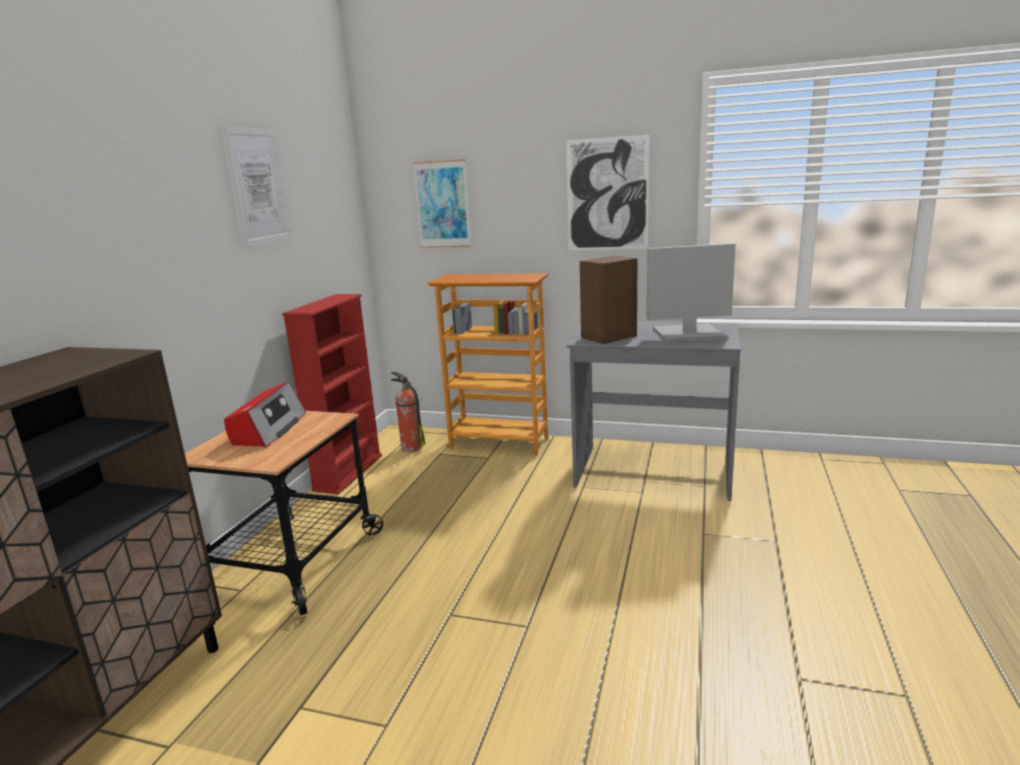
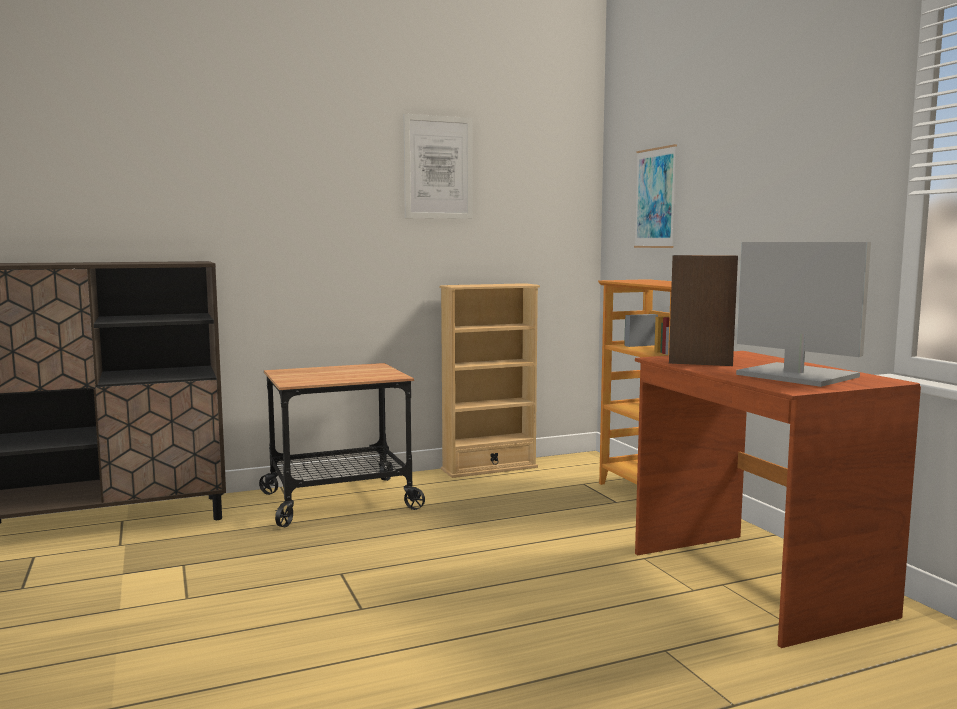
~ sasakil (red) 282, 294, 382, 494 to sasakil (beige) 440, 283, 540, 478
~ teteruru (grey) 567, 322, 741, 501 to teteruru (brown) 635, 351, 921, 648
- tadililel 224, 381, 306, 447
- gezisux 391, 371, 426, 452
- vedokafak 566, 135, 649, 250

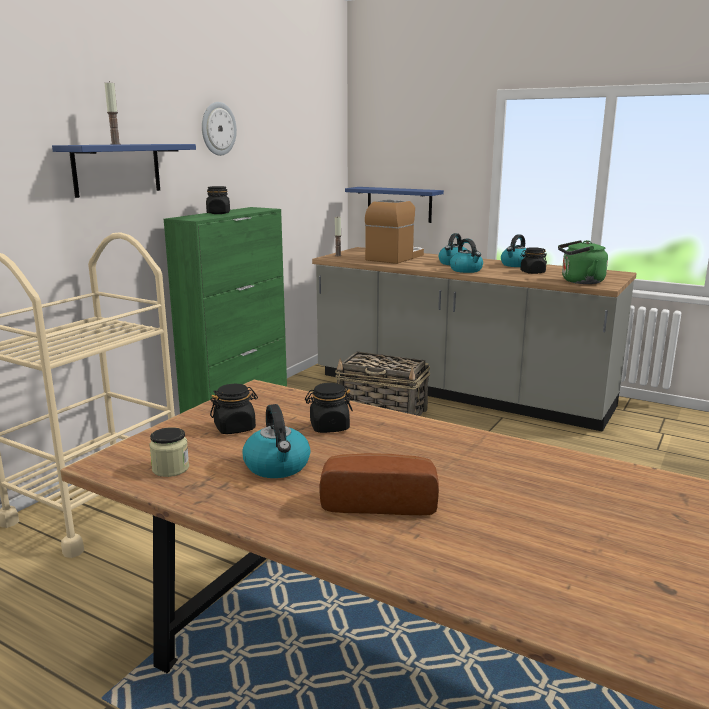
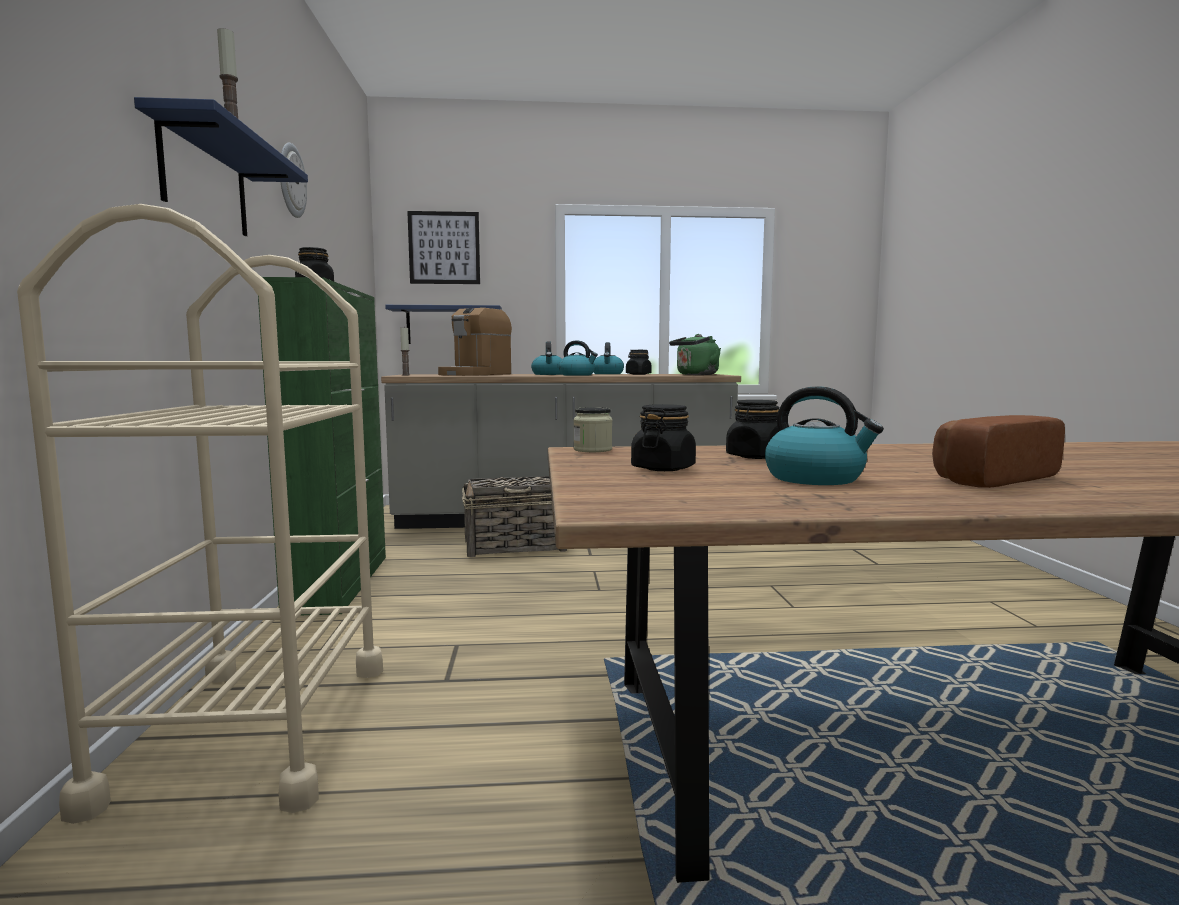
+ vedokafak 407, 211, 480, 284
~ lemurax 365, 199, 424, 264 = 438, 307, 512, 376 150 degrees counterclockwise
~ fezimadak 150, 427, 189, 477 to 573, 407, 612, 452

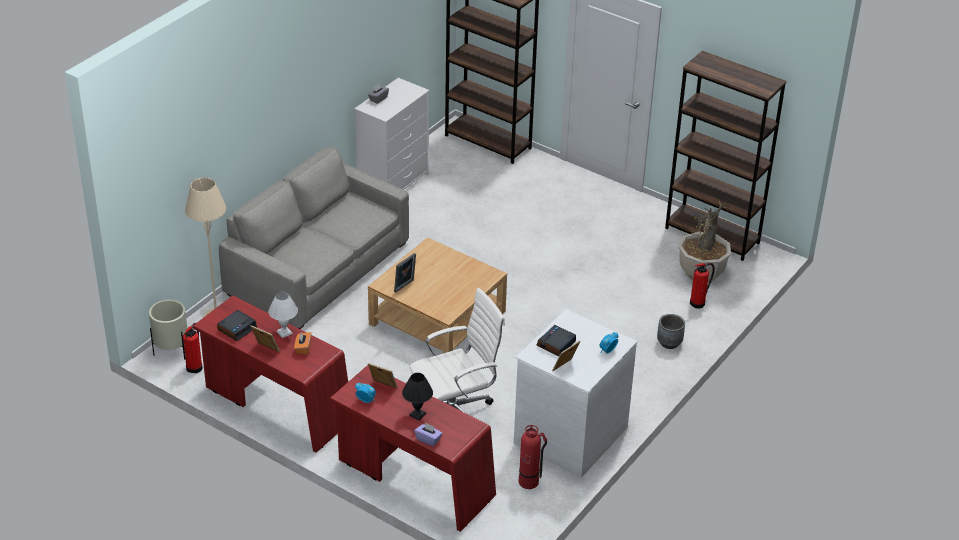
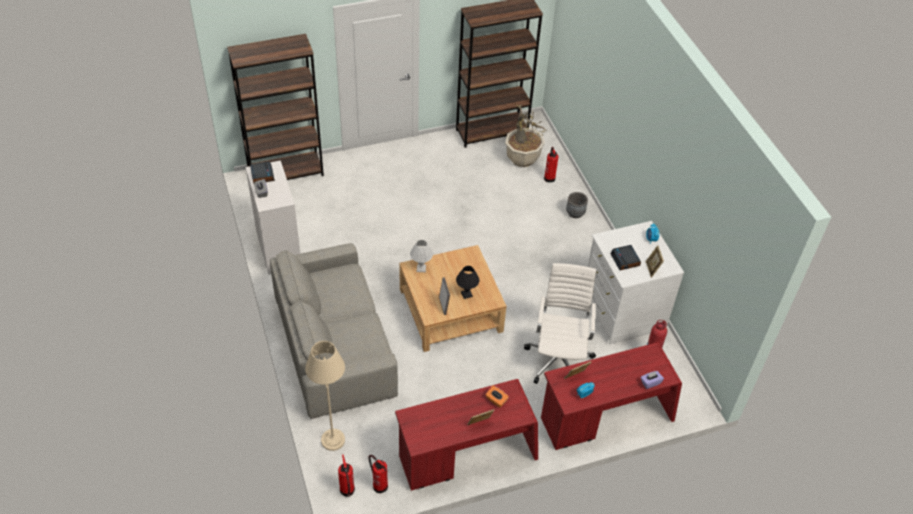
~ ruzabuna 217, 310, 257, 341 to 250, 162, 275, 184
~ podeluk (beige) 149, 300, 187, 359 to gezisux 338, 454, 355, 497
~ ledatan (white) 268, 292, 298, 338 to 410, 240, 433, 272
~ ledatan (black) 402, 373, 433, 421 to 456, 266, 479, 299

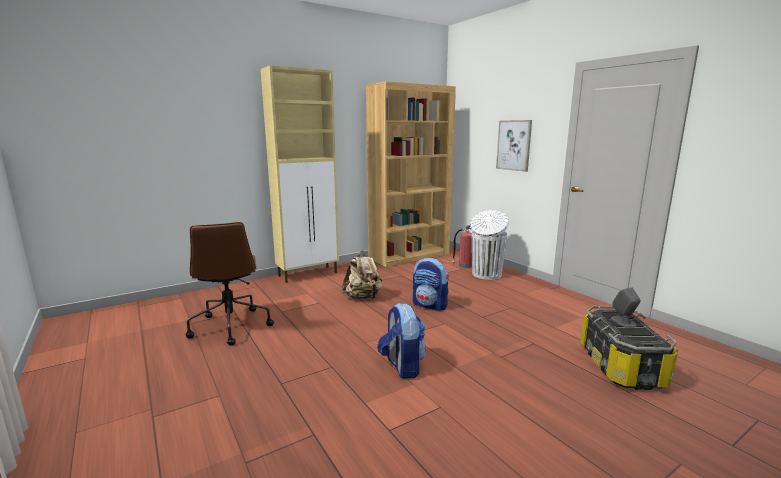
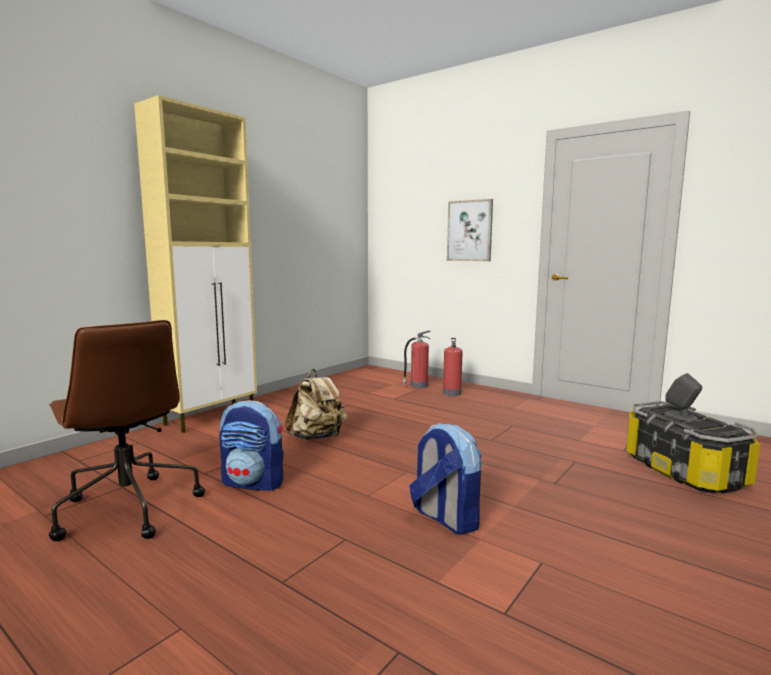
~ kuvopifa 413, 258, 449, 311 to 219, 400, 284, 492
~ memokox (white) 470, 210, 509, 280 to gezisux 443, 338, 463, 396
- sasakil (brown) 366, 81, 456, 267

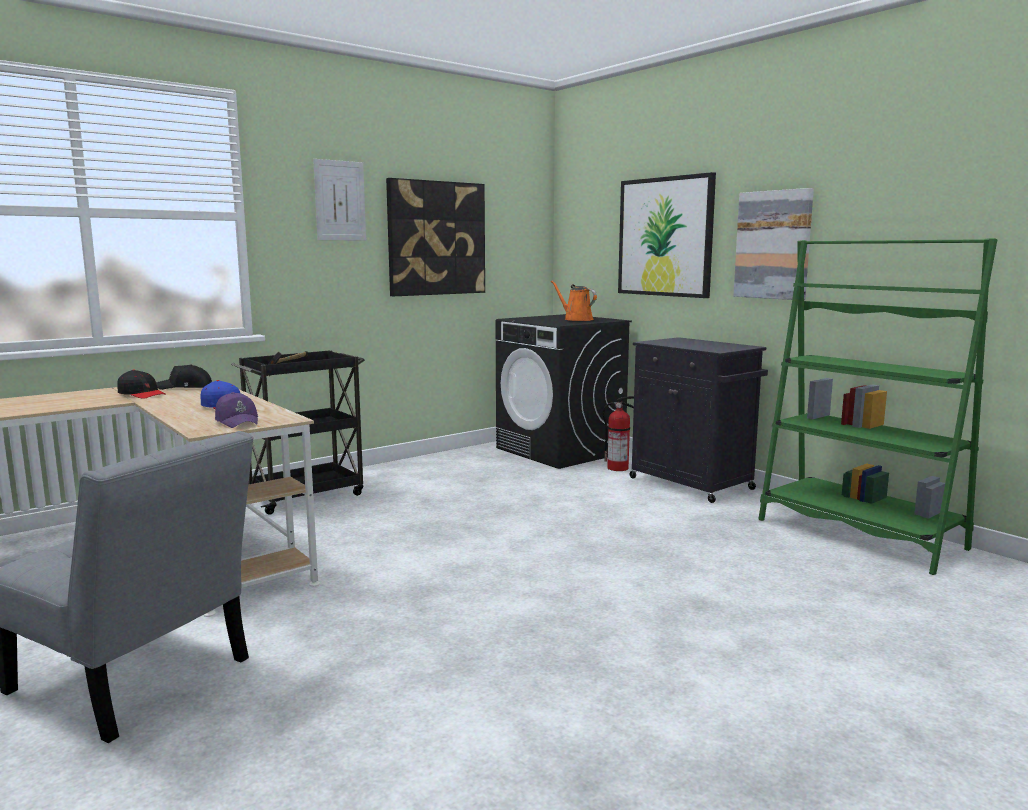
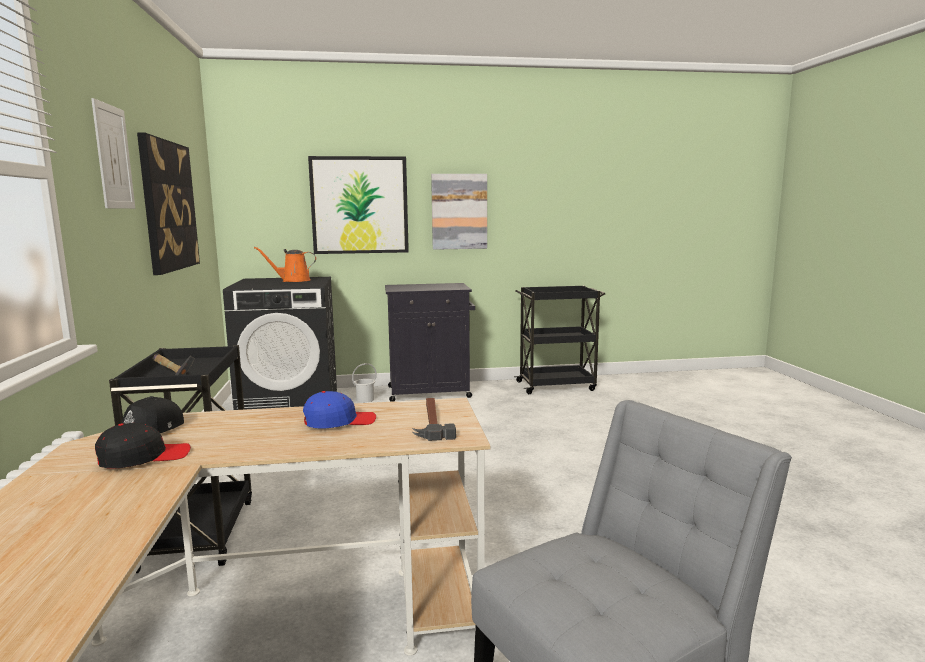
~ gezisux 603, 396, 634, 471 to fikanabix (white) 352, 363, 377, 403
~ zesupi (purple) 215, 392, 258, 428 to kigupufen 412, 398, 456, 441
~ sasakil (green) 758, 238, 997, 575 to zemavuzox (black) 514, 286, 605, 394

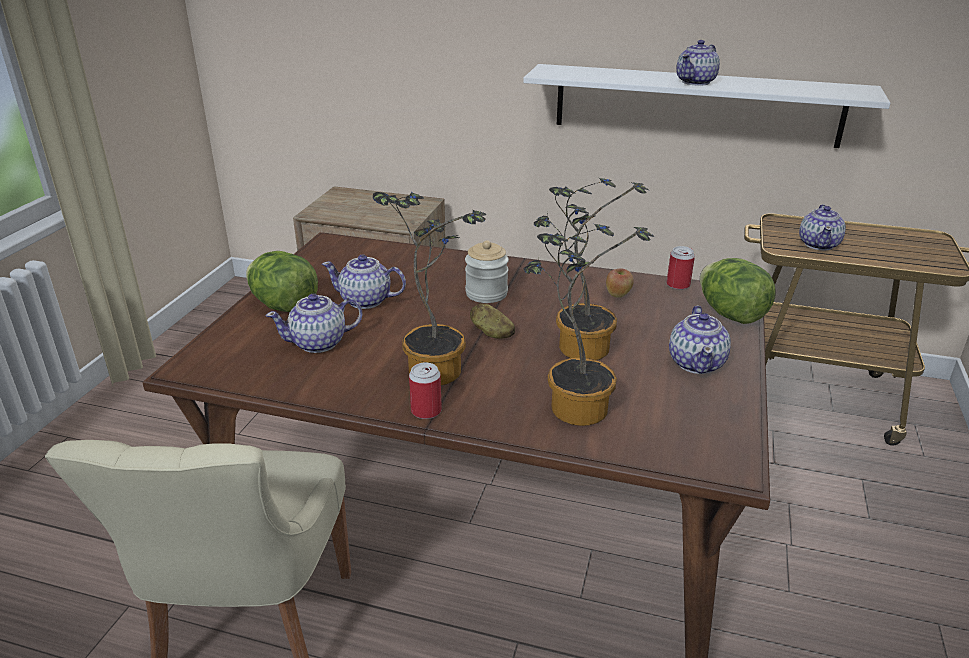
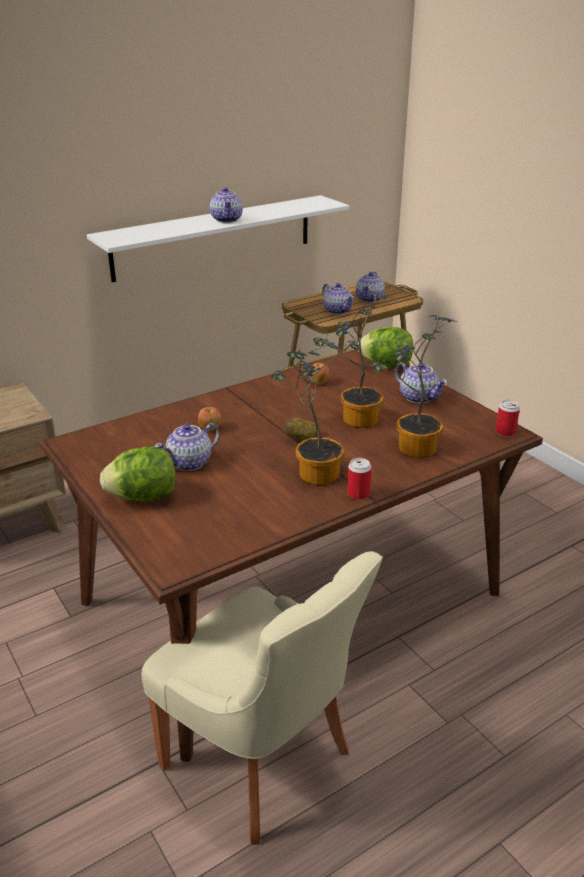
+ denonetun 198, 407, 221, 431
~ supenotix 265, 294, 363, 353 to 356, 272, 385, 302
~ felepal 667, 246, 695, 290 to 495, 400, 520, 437
- fezimadak 465, 240, 509, 303

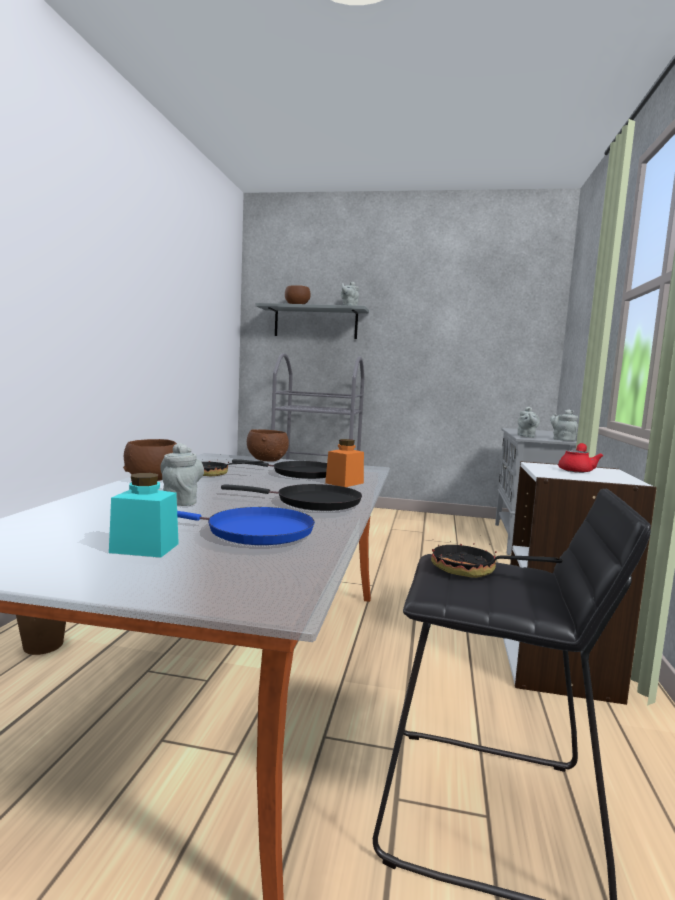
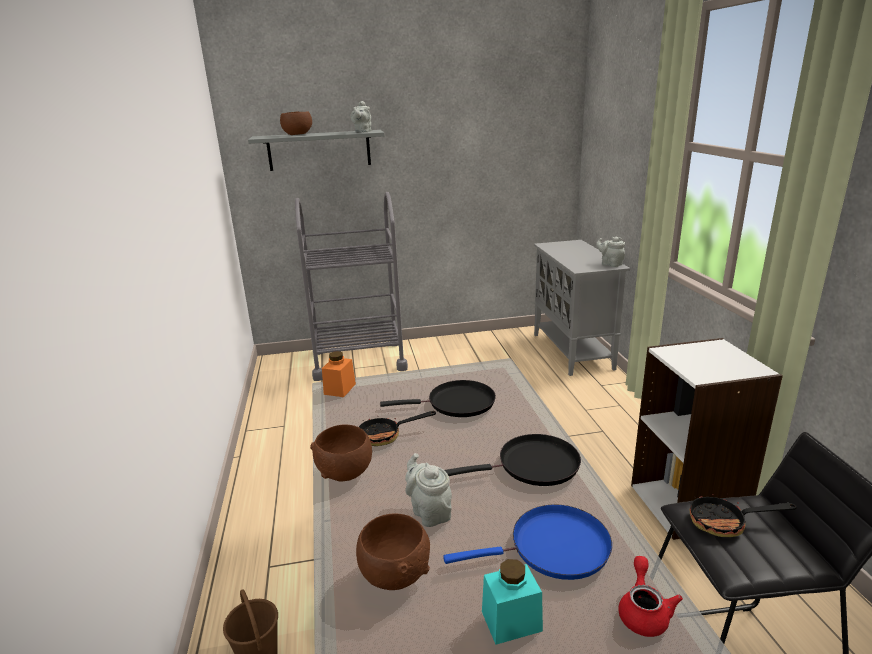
~ fezimadak (orange) 325, 439, 364, 487 to 322, 351, 356, 397
~ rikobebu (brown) 247, 429, 289, 462 to 356, 514, 430, 590
~ supenotix (red) 558, 443, 603, 473 to 618, 556, 683, 637
- supenotix (grey) 517, 407, 540, 438

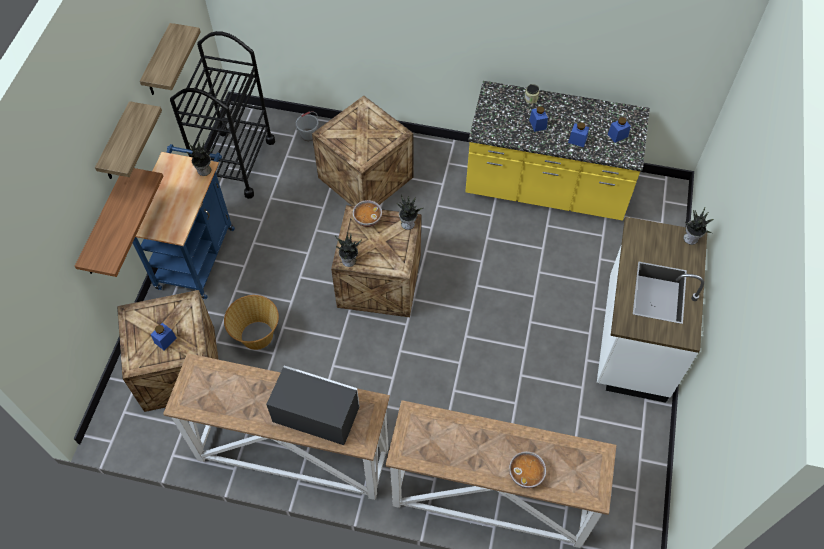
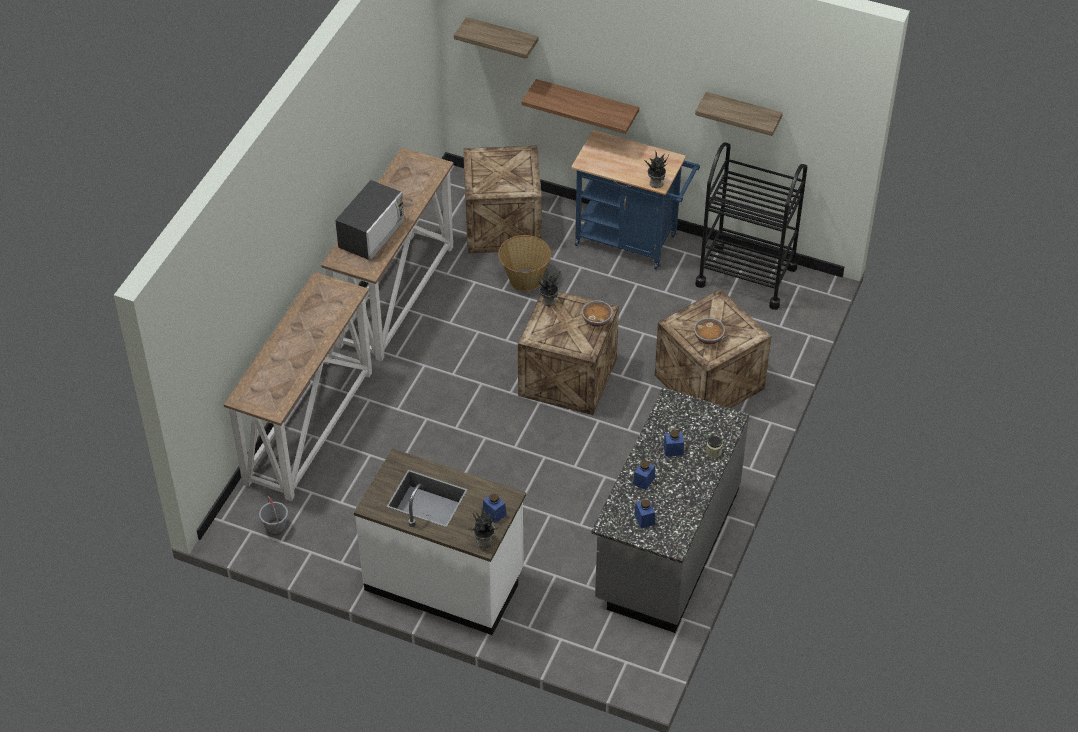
~ fikanabix (grey) 296, 111, 319, 141 to 259, 496, 288, 535
~ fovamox 95, 101, 162, 179 to 454, 17, 538, 59
~ fezimadak (blue) 151, 323, 177, 350 to 483, 493, 506, 523
~ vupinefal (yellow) 465, 81, 650, 221 to vupinefal (grey) 591, 388, 749, 633
~ rikobebu 509, 451, 546, 488 to 694, 318, 725, 344
- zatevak 397, 195, 425, 230

